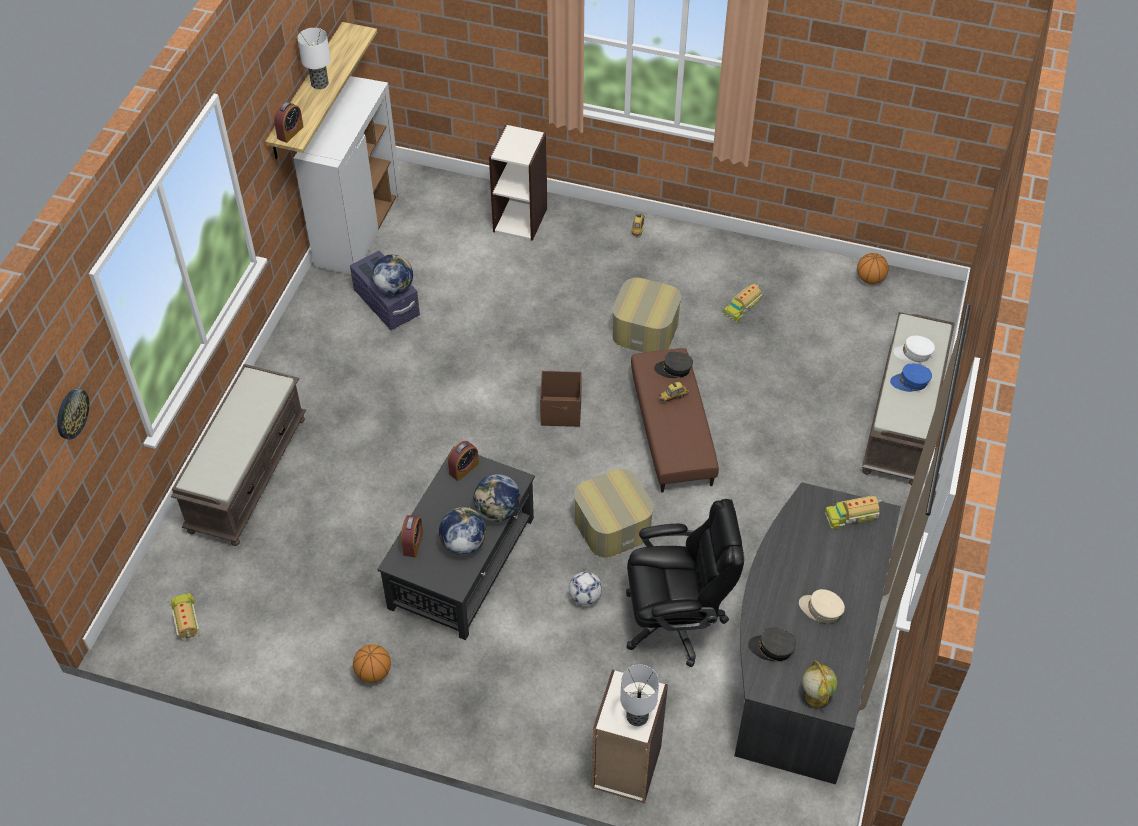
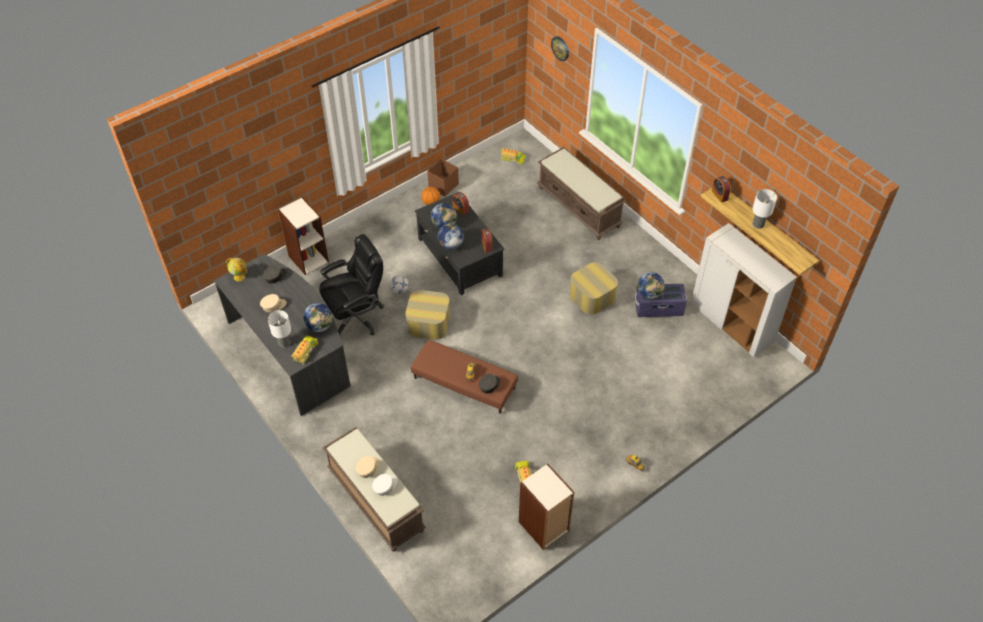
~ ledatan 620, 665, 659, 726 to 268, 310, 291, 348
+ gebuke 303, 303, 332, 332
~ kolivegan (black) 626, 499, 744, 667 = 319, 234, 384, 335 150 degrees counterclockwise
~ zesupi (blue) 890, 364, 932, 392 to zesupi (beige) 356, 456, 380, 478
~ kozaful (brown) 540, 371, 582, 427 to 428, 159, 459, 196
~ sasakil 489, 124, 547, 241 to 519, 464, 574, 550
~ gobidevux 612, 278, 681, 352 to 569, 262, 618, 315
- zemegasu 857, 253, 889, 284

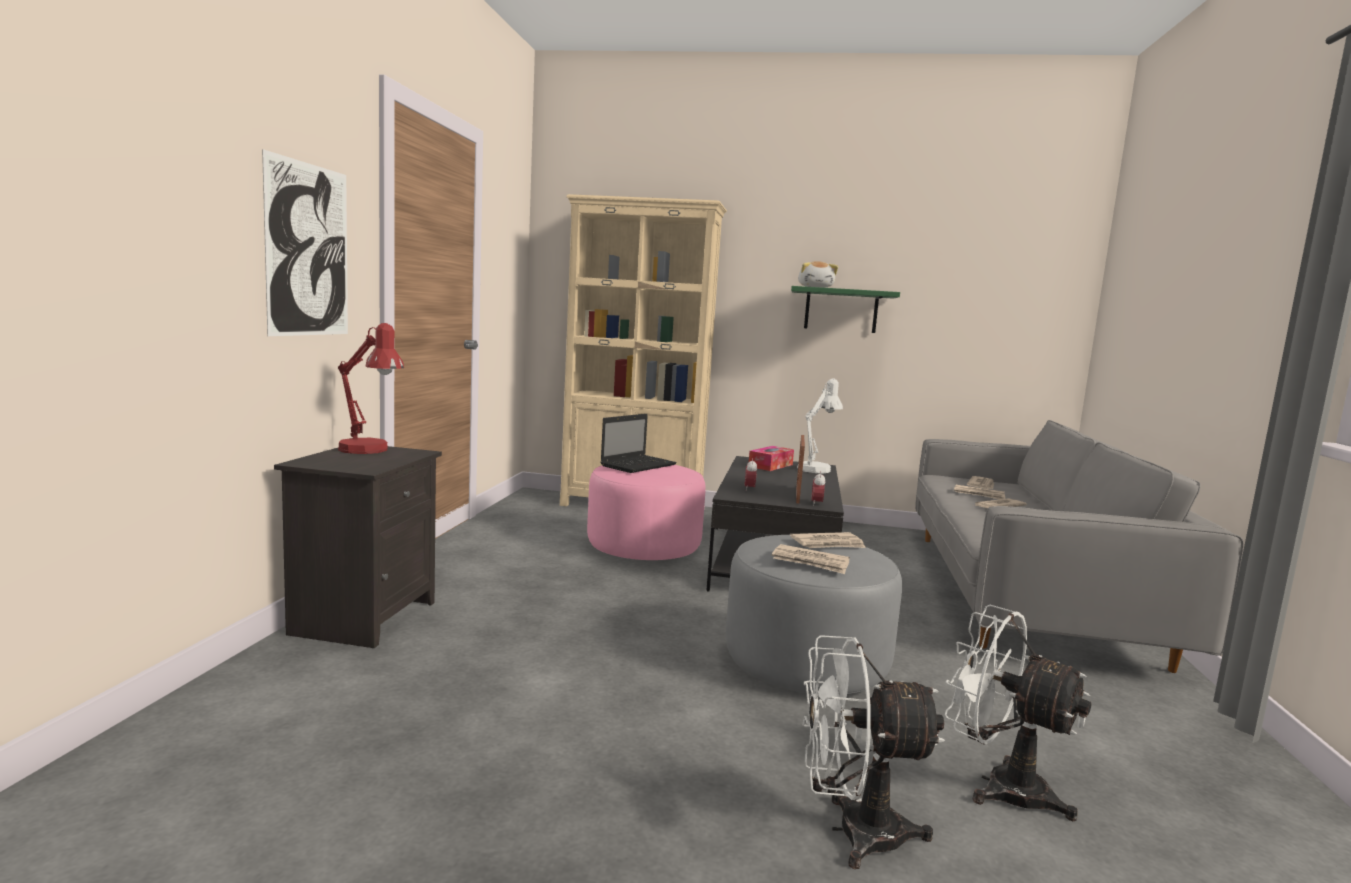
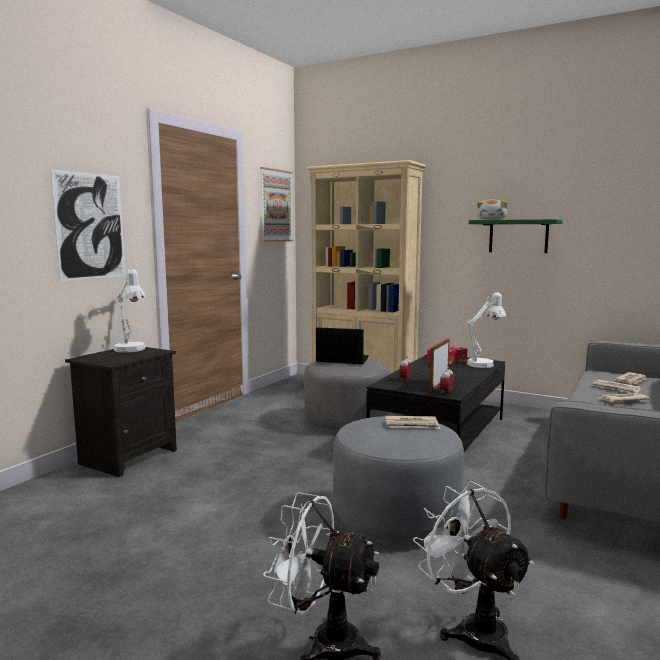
~ ledatan (red) 338, 323, 404, 454 to ledatan (white) 114, 269, 146, 353
+ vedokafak 260, 167, 293, 242
~ gobidevux (pink) 587, 465, 706, 560 to gobidevux (grey) 304, 359, 389, 430
~ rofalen 600, 414, 677, 473 = 316, 327, 369, 364 135 degrees counterclockwise
- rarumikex 772, 544, 850, 574

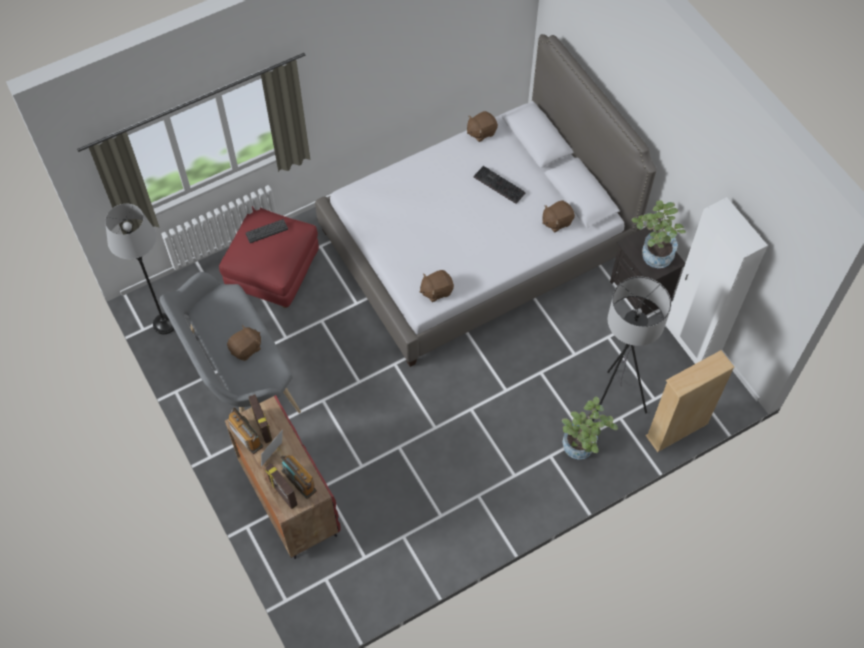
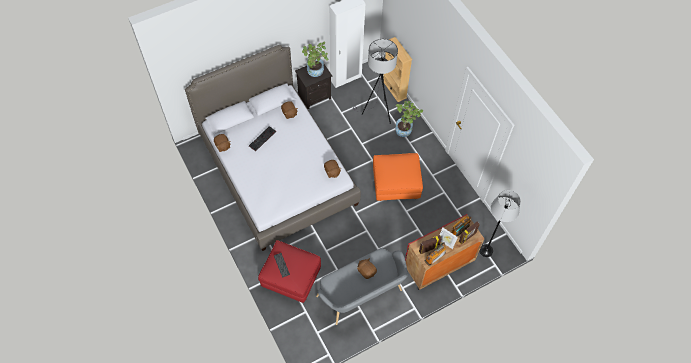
+ gobidevux (orange) 373, 153, 423, 201
~ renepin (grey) 105, 204, 174, 335 to 479, 190, 521, 257

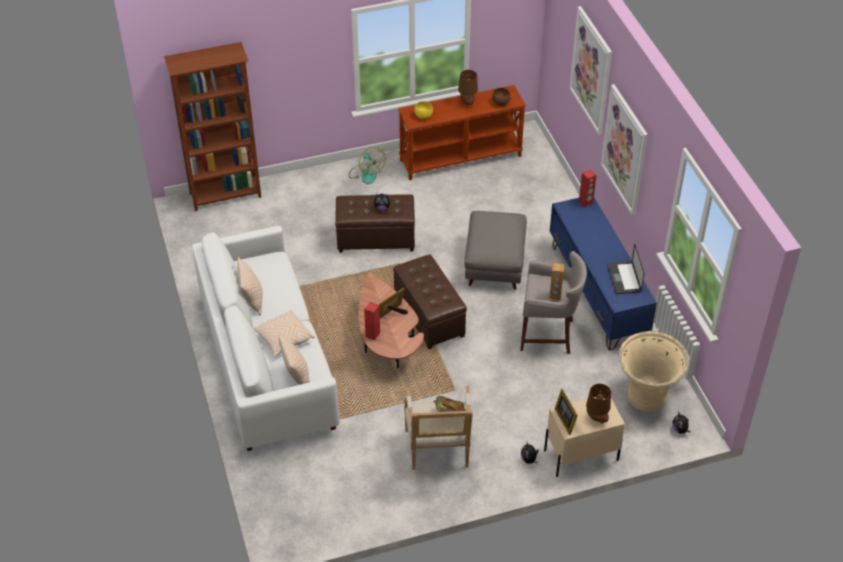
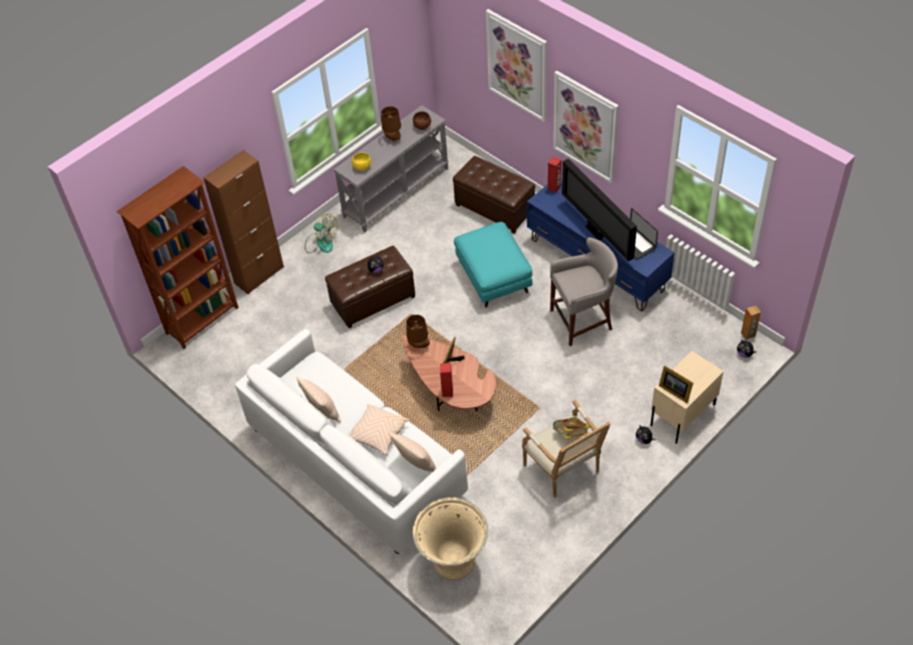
+ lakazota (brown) 203, 150, 284, 294
~ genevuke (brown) 398, 85, 526, 180 to genevuke (grey) 333, 105, 449, 232
~ ledatan (brown) 586, 384, 611, 424 to 406, 315, 430, 348
~ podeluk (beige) 618, 331, 689, 412 to 413, 497, 488, 580
~ gobidevux (brown) 393, 254, 467, 349 to 453, 156, 535, 234
~ gobidevux (grey) 464, 211, 527, 290 to gobidevux (turquoise) 454, 222, 533, 308
+ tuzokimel 562, 158, 637, 261
~ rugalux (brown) 549, 263, 564, 300 to 741, 305, 761, 340

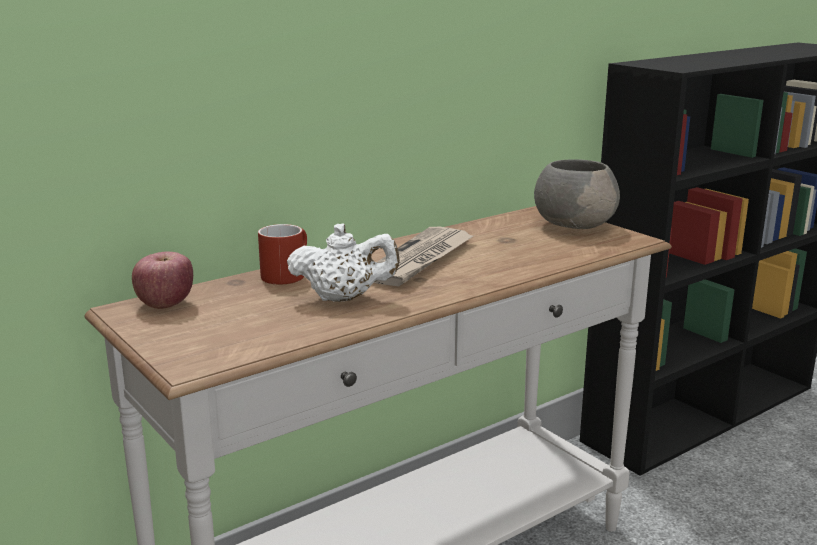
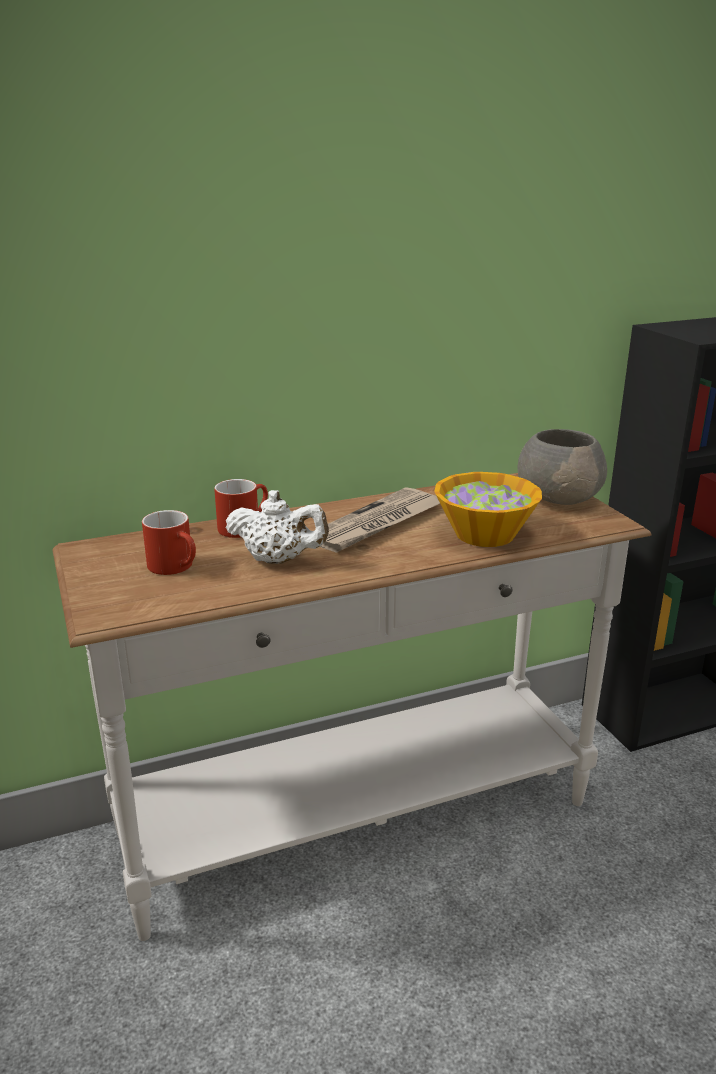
+ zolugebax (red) 142, 510, 196, 575
+ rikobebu 434, 472, 542, 547
- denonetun 132, 252, 193, 309

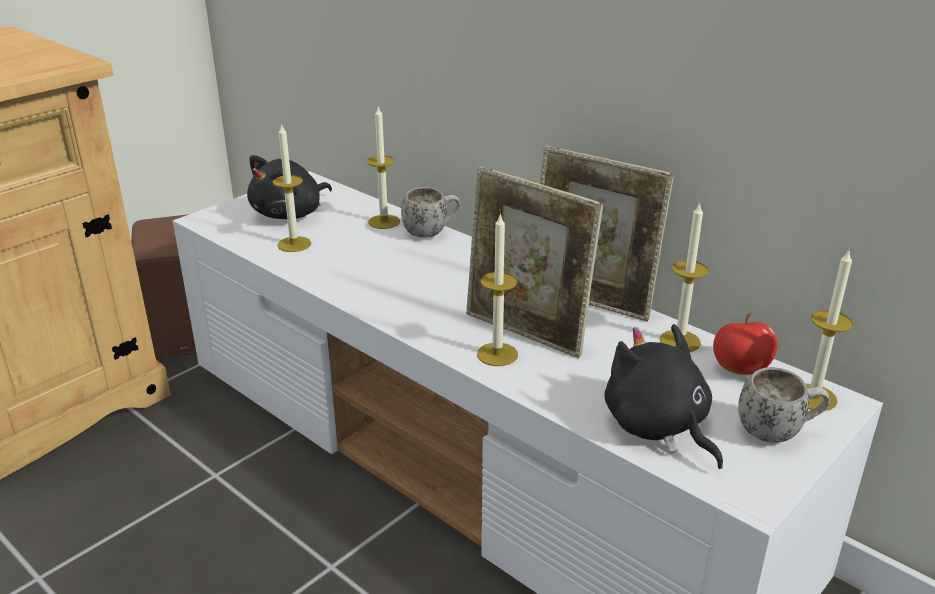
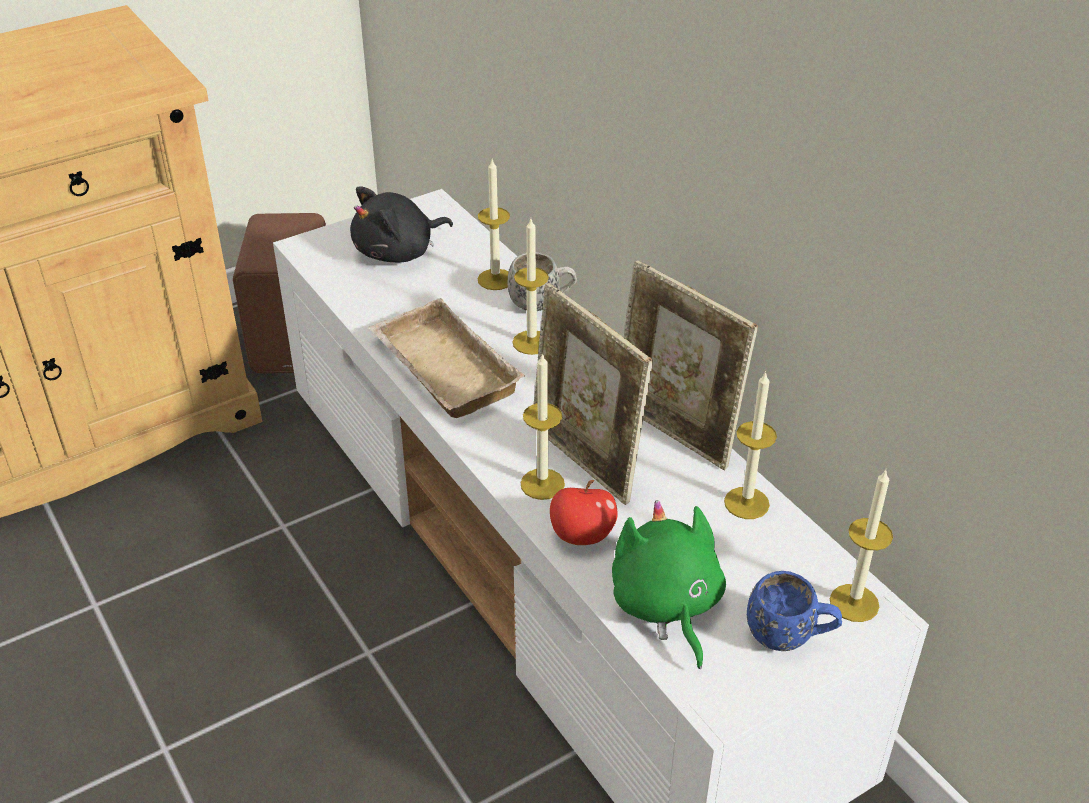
+ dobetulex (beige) 369, 298, 525, 418
~ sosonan 273, 123, 311, 252 to 512, 219, 549, 355
~ denonetun 713, 313, 778, 375 to 550, 480, 618, 545
~ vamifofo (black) 604, 324, 723, 469 to vamifofo (green) 612, 500, 726, 669
~ zolugebax (white) 738, 367, 830, 443 to zolugebax (blue) 747, 571, 842, 651

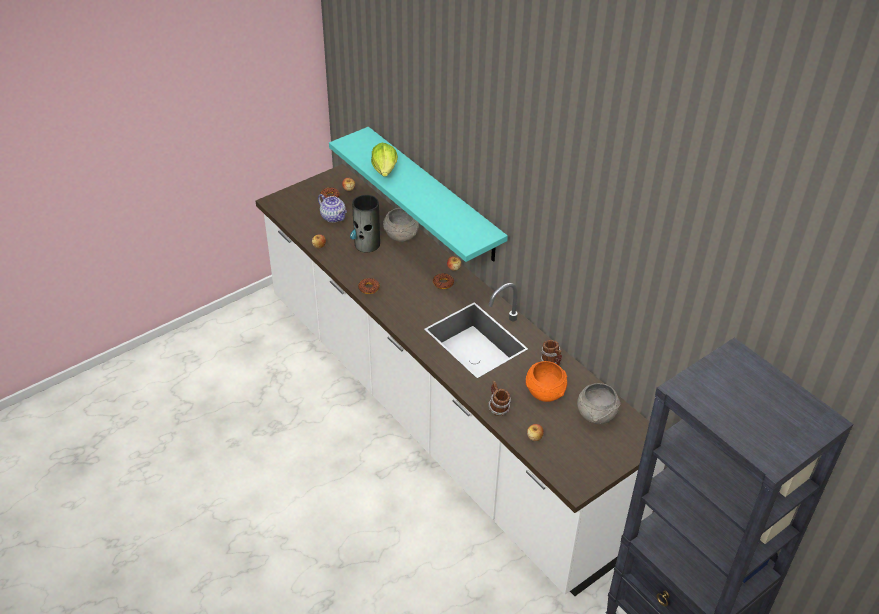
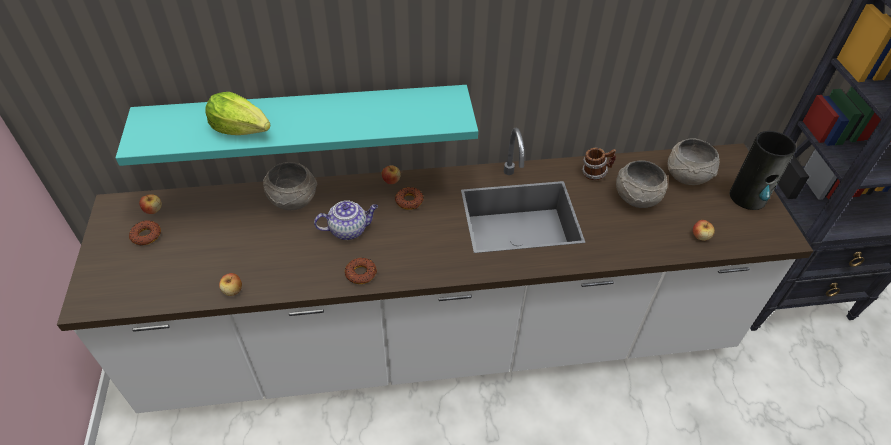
~ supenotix 318, 194, 347, 223 to 314, 200, 378, 240
~ rikobebu (orange) 526, 361, 567, 402 to rikobebu (grey) 616, 160, 668, 208
~ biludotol 350, 195, 380, 252 to 730, 131, 796, 210
- zolugebax 488, 381, 511, 416

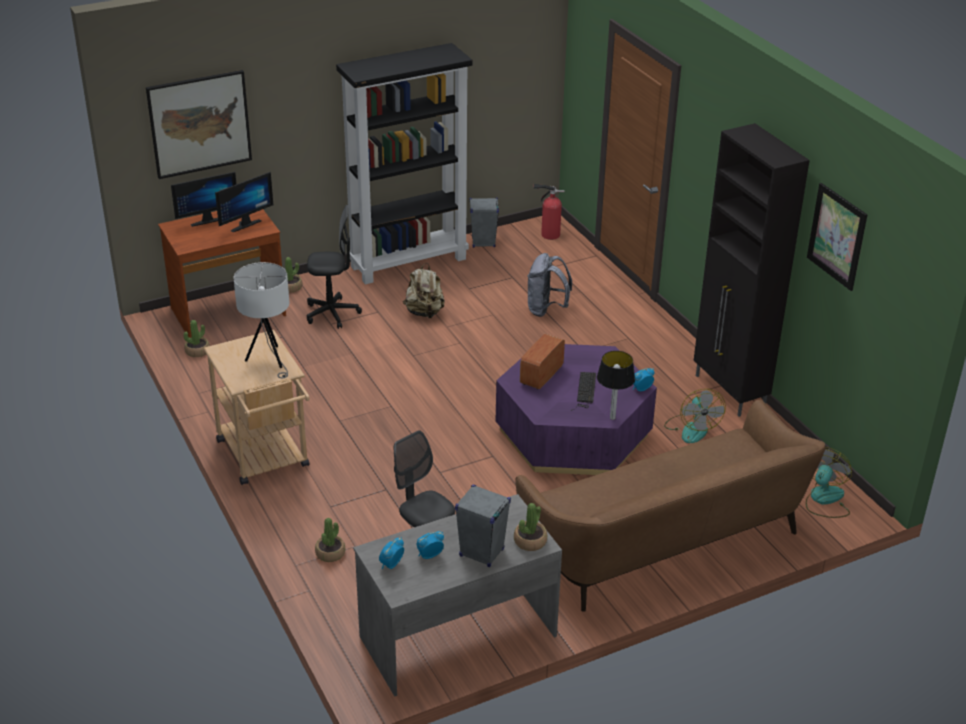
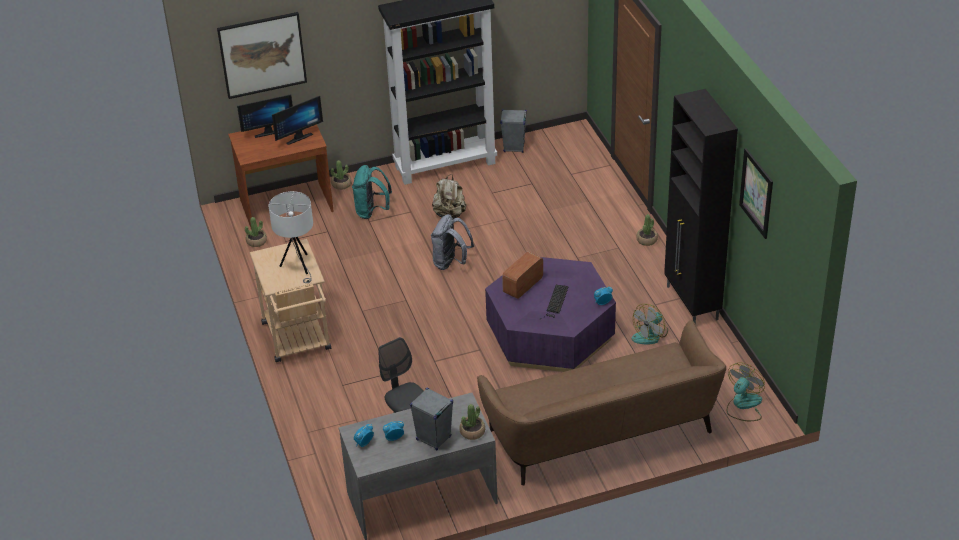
~ kolivegan (black) 307, 205, 362, 329 to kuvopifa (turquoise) 352, 165, 392, 219
~ kuvopifa (grey) 527, 253, 572, 317 to 431, 214, 474, 270
~ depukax 664, 389, 726, 443 = 632, 304, 668, 344 45 degrees clockwise
~ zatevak 315, 518, 345, 562 to 636, 215, 658, 246
- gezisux 534, 184, 565, 240
- ledatan 597, 351, 635, 420

